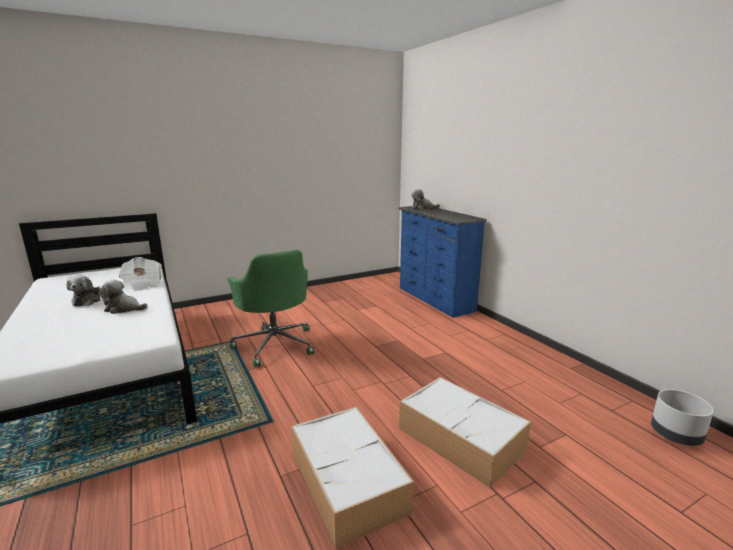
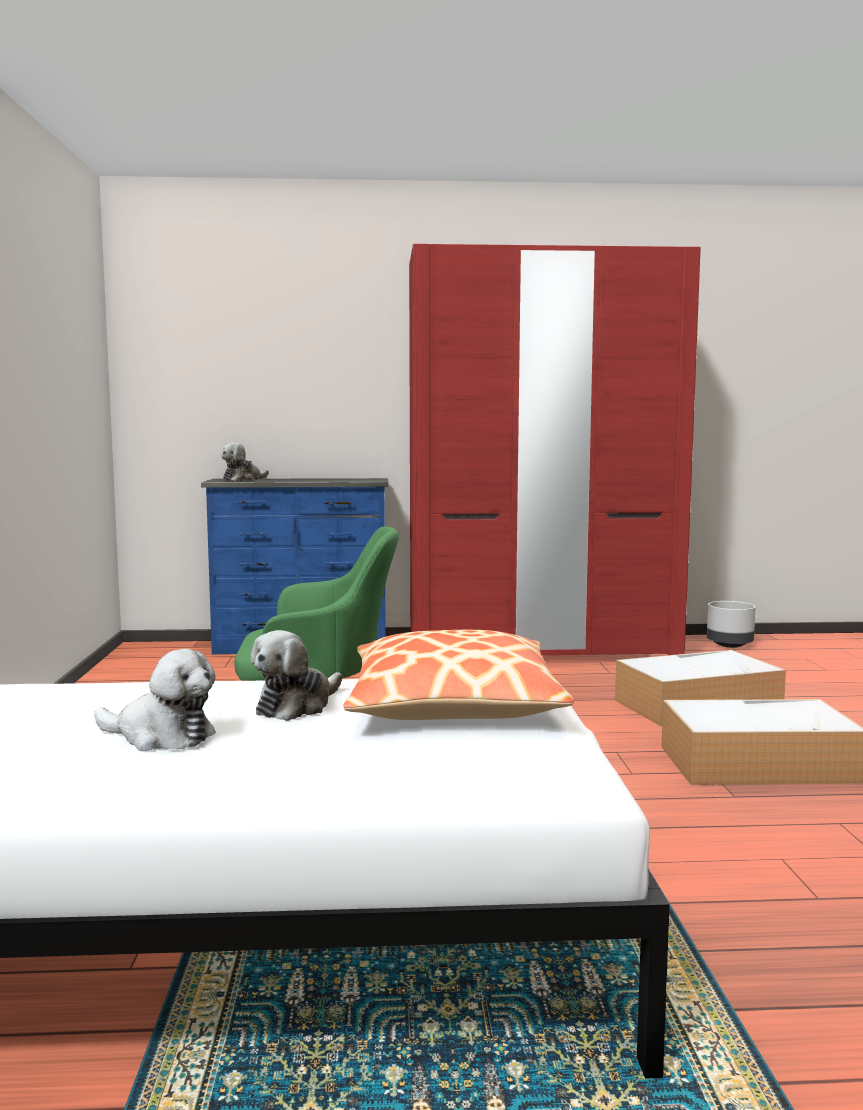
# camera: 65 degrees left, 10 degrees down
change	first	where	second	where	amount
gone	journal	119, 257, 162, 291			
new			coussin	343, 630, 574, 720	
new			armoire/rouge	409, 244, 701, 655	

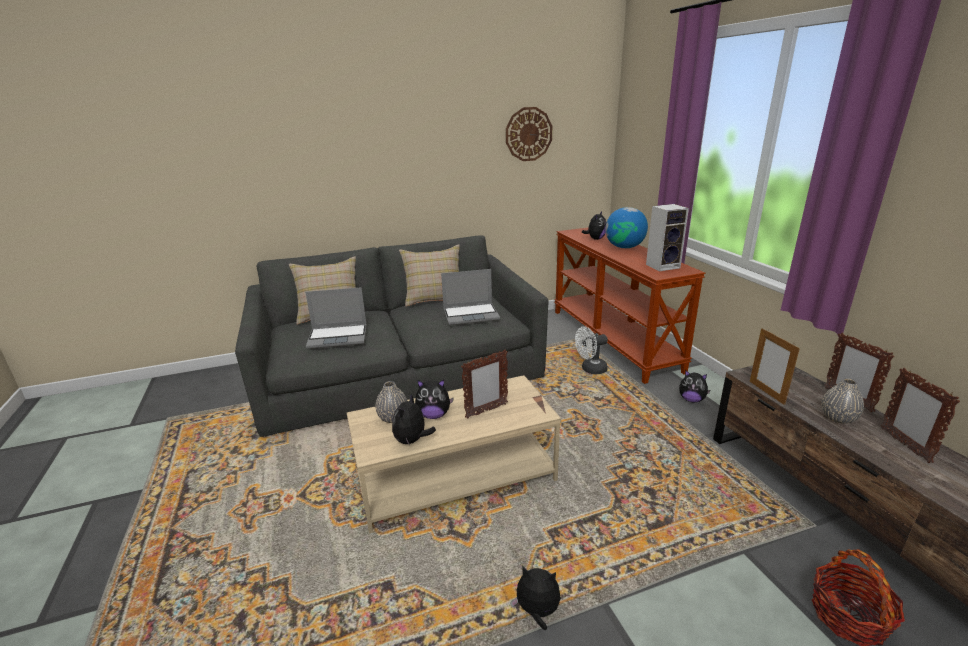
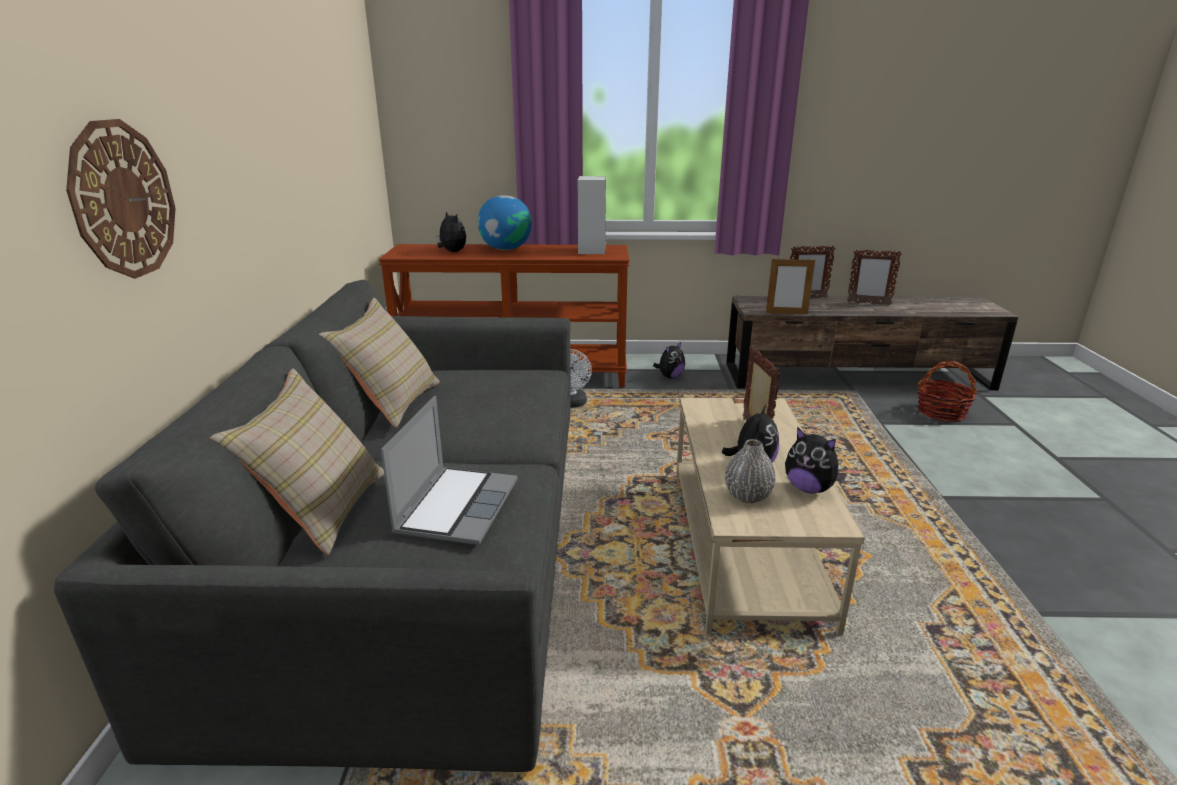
# camera: 70 degrees left, 0 degrees up
change	first	where	second	where	amount
gone	ordinateur portable	441, 269, 500, 325			
gone	peluche	511, 567, 561, 630			
gone	vase/gris	821, 378, 864, 424			
shifted	horloge murale	506, 107, 552, 161		66, 119, 176, 278	

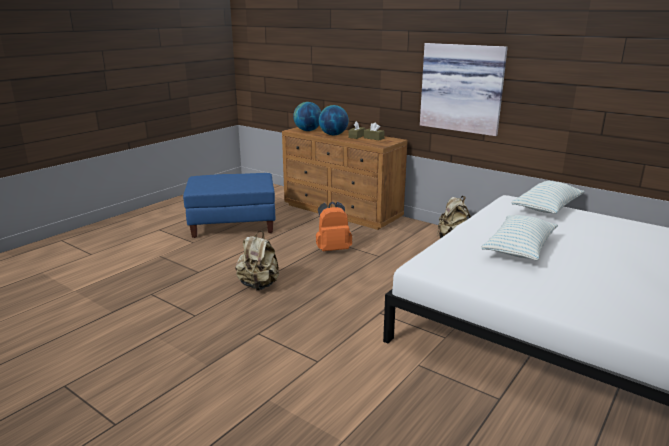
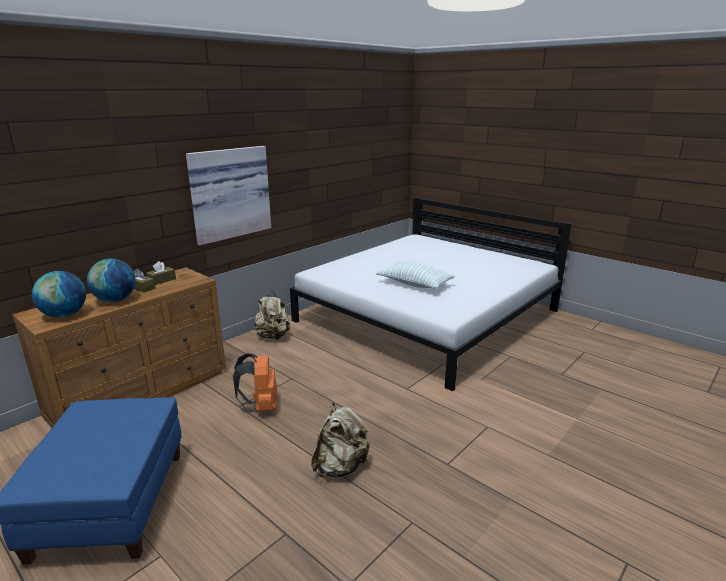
# camera: 85 degrees left, 0 degrees up
change	first	where	second	where	amount
gone	coussin	512, 181, 585, 214			

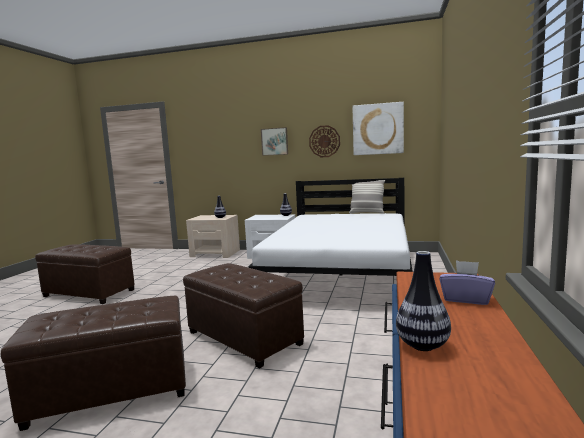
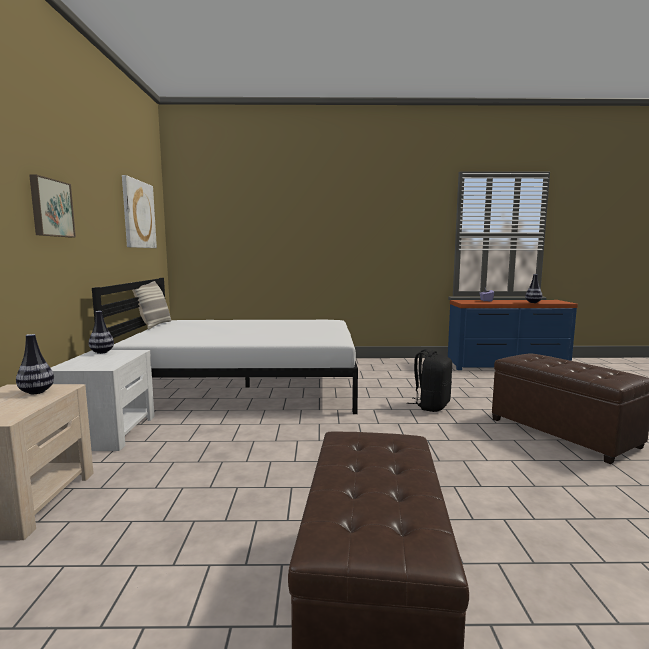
# camera: 105 degrees left, 0 degrees up
change	first	where	second	where	amount
gone	horloge murale	309, 125, 340, 157			
swapped	pouf/marron	183, 263, 304, 369	sac à dos/noir	407, 349, 452, 412	

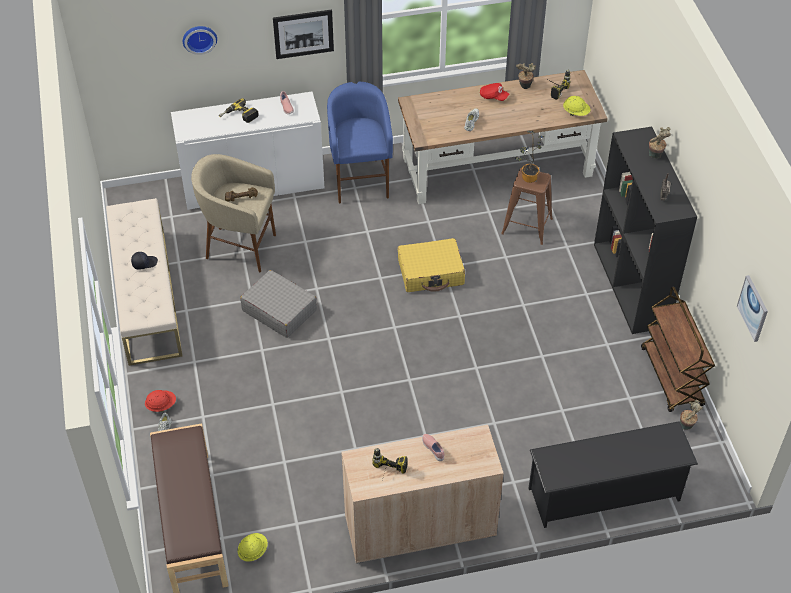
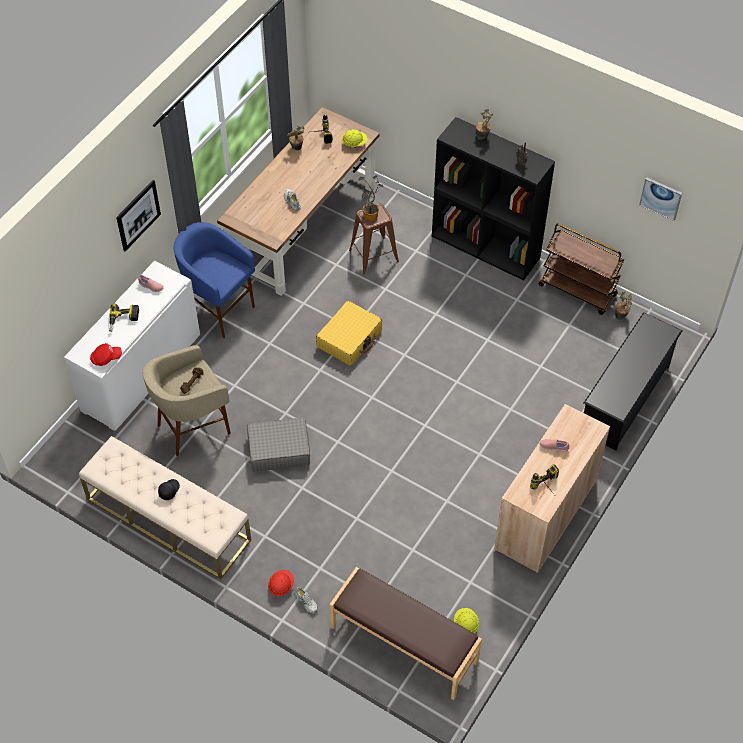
# camera: 45 degrees left, 5 degrees up
change	first	where	second	where	amount
gone	horloge murale	183, 26, 217, 55			
shifted	casquette/rouge	480, 83, 509, 101		90, 343, 122, 366	

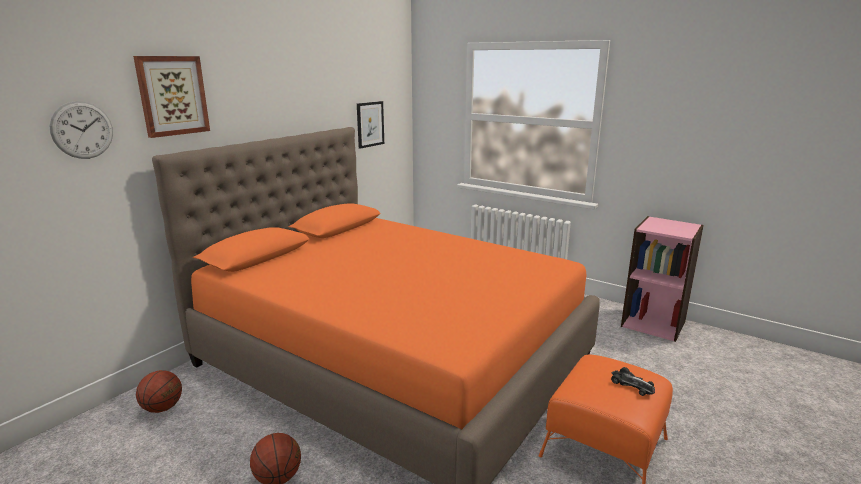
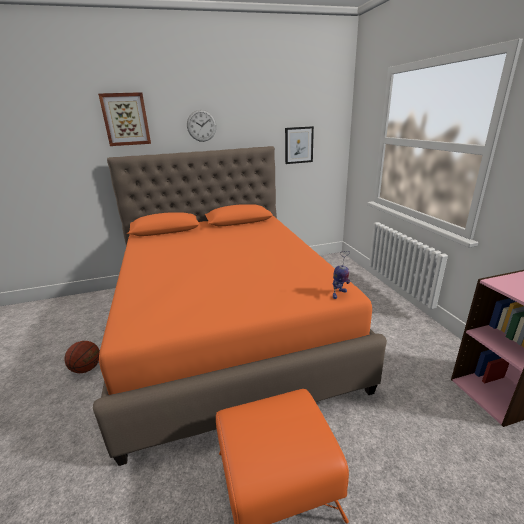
# camera: 40 degrees right, 5 degrees up
change	first	where	second	where	amount
gone	ballon de basket	136, 370, 182, 413			
gone	petite voiture	611, 367, 655, 396			
new			robot jouet	333, 251, 350, 299	
shifted	horloge murale	49, 101, 113, 159		187, 110, 217, 142	

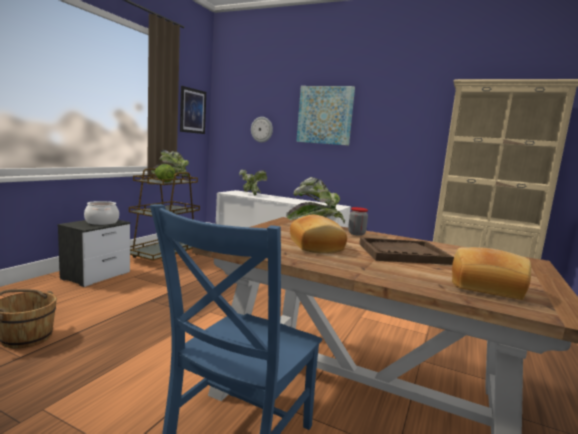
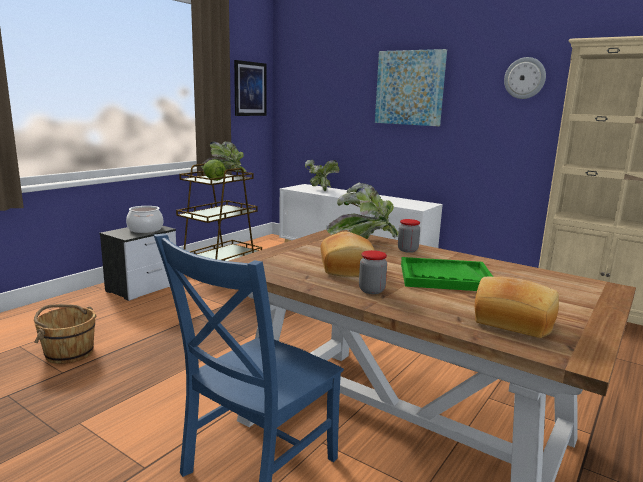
# camera: 10 degrees right, 5 degrees up
change	first	where	second	where	amount
new			bocal	359, 250, 387, 294	
shifted	horloge murale	251, 117, 273, 143		504, 57, 546, 99	
repainted	plateau/marron	359, 237, 454, 265	plateau/vert	401, 257, 493, 291	

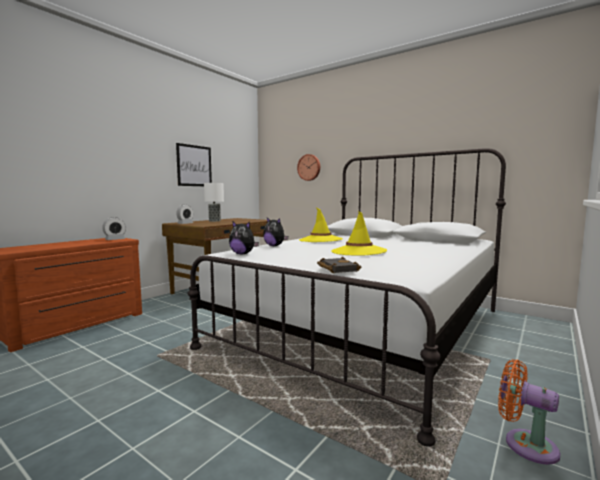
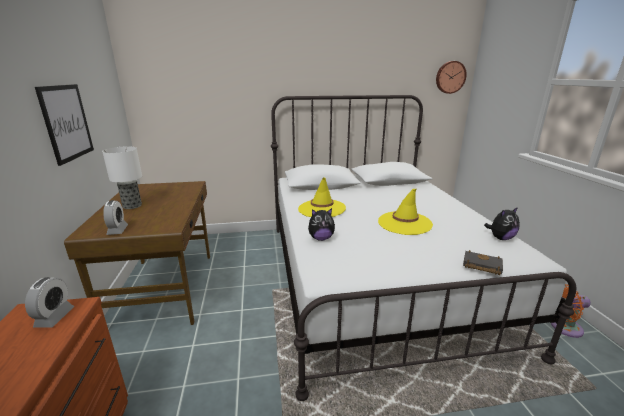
# camera: 45 degrees left, 15 degrees up
change	first	where	second	where	amount
shifted	peluche	229, 221, 259, 255		484, 207, 520, 240	
shifted	horloge murale	297, 154, 320, 181		436, 61, 467, 94	

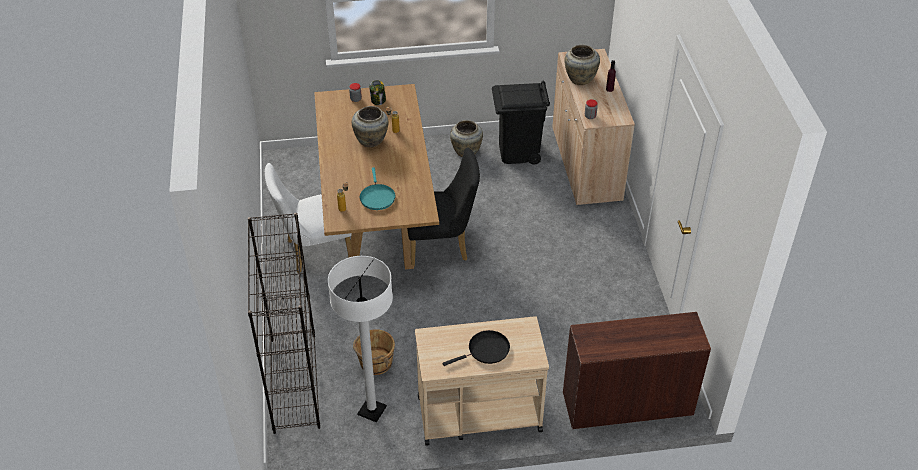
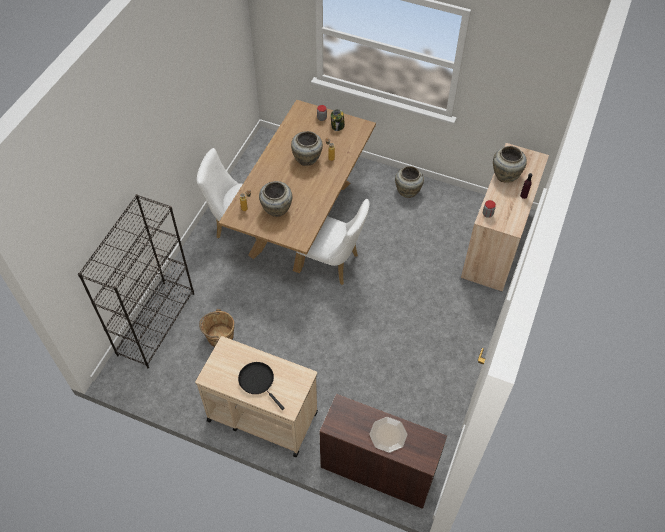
# camera: 30 degrees right, 10 degrees up
change	first	where	second	where	amount
gone	lampadaire/blanc	328, 256, 393, 423			
gone	poubelle/noir	492, 81, 550, 165			
new			assiette	369, 417, 407, 453	
swapped	poêle/turquoise	360, 167, 396, 210	vase/beige	259, 181, 293, 217	
repainted	chaise/noir	407, 147, 480, 267	chaise/blanc	296, 199, 370, 285	
rotated	poêle/noir	443, 330, 510, 366		238, 362, 285, 410	135 degrees counterclockwise

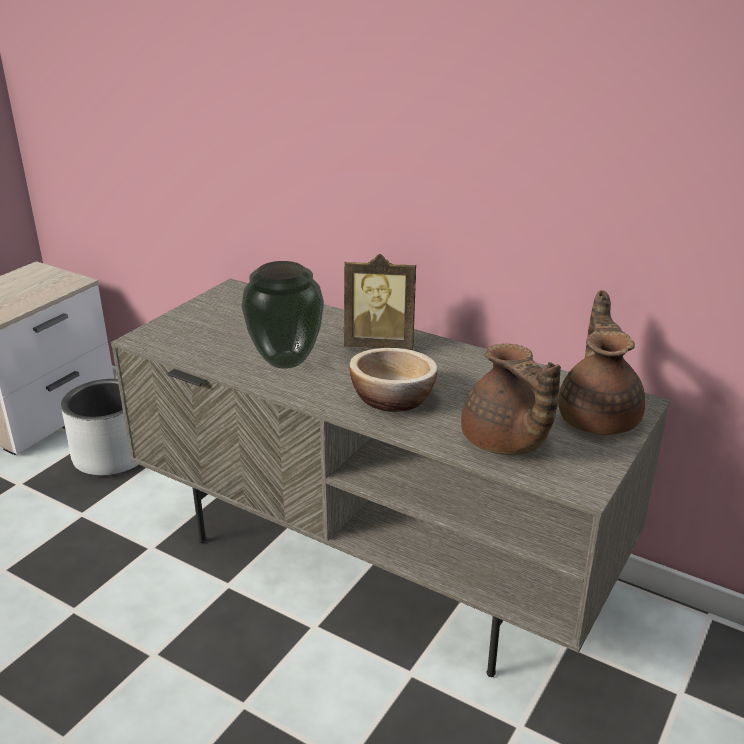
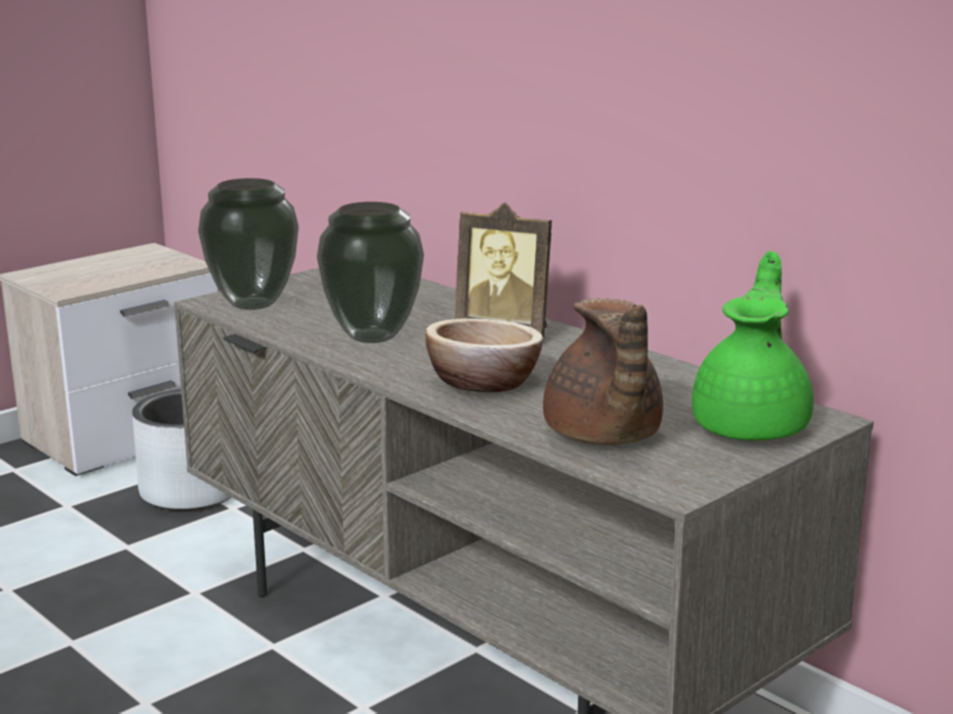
# camera: 15 degrees right, 10 degrees down
change	first	where	second	where	amount
new			vase	198, 178, 299, 310	
repainted	théière/marron	558, 290, 645, 435	théière/vert	692, 251, 814, 441	

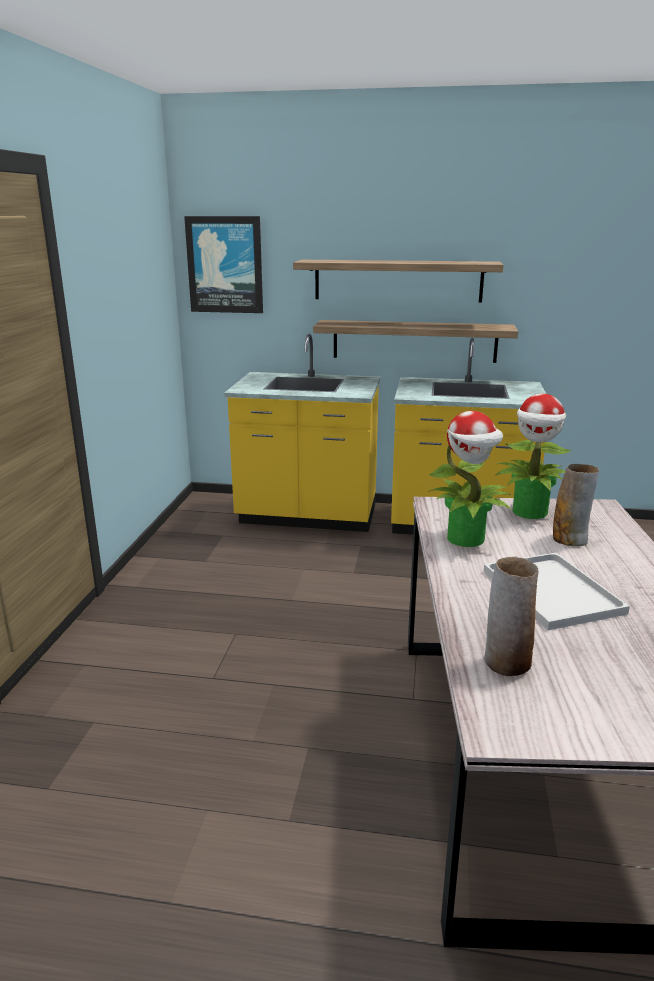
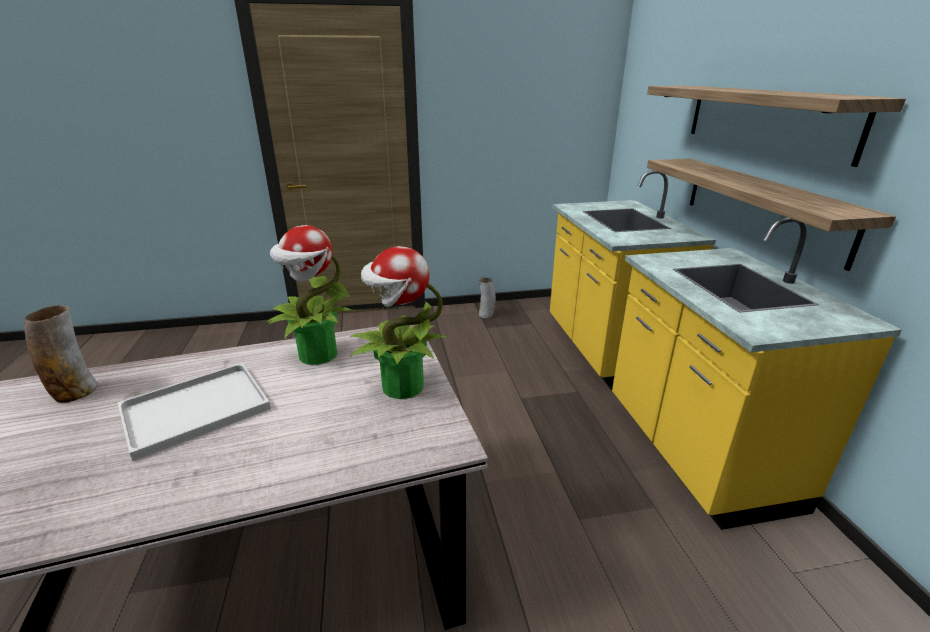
# camera: 70 degrees right, 5 degrees up
change	first	where	second	where	amount
gone	tableau	184, 216, 263, 313			
shifted	vase	553, 464, 599, 547		478, 277, 496, 318	

